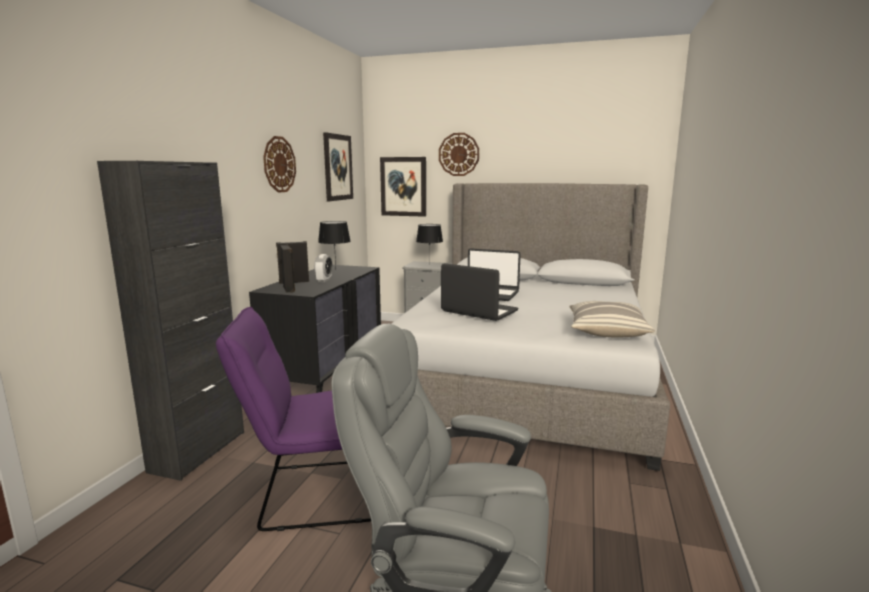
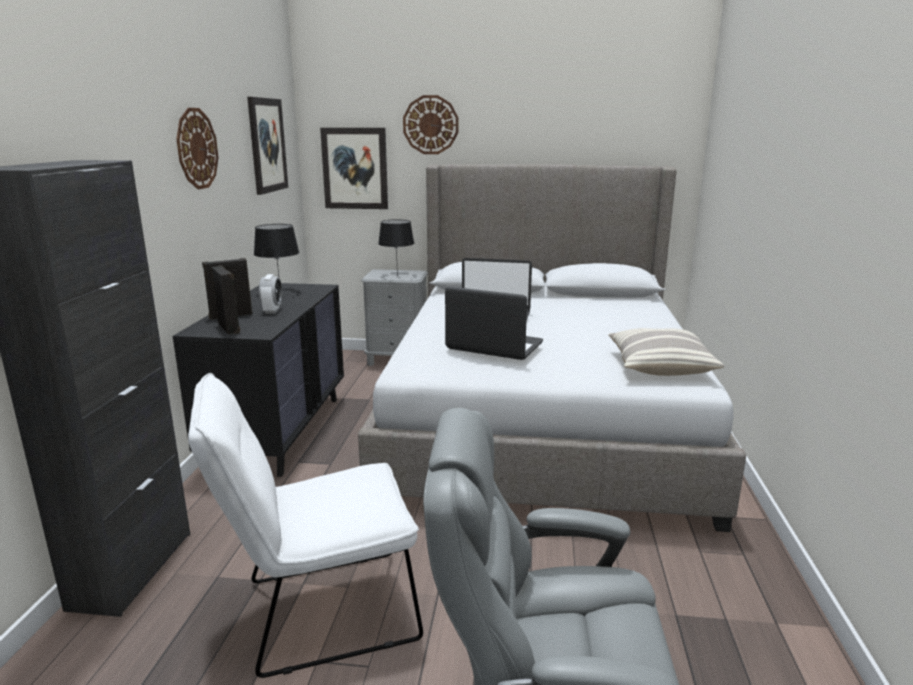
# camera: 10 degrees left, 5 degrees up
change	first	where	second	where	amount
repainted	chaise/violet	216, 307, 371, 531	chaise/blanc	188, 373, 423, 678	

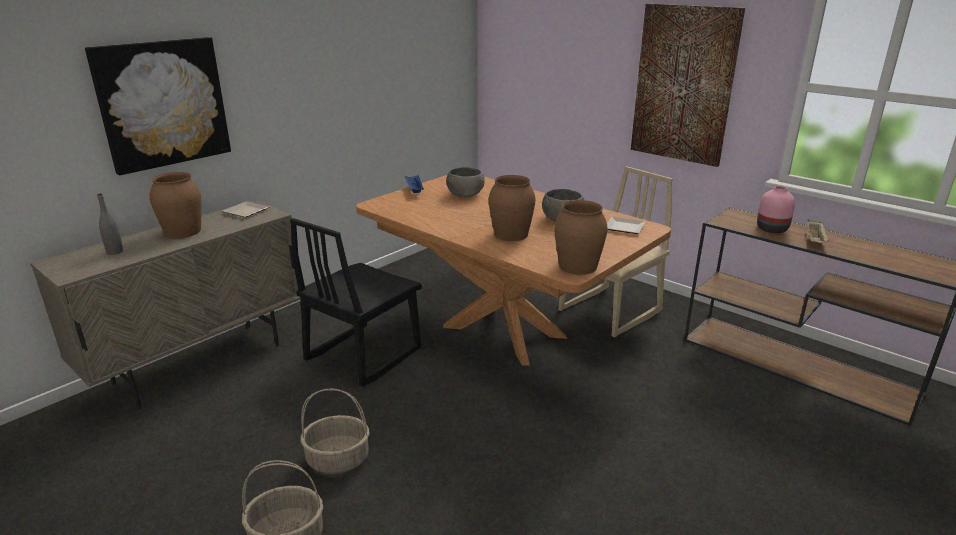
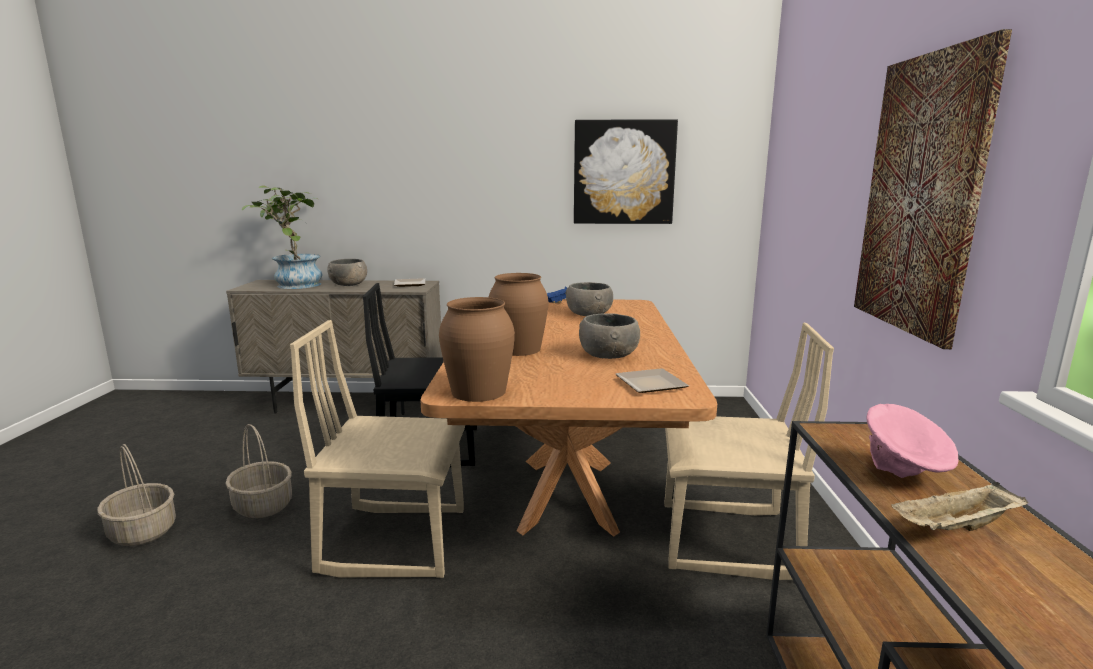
# camera: 50 degrees right, 10 degrees down
change	first	where	second	where	amount
new			chaise/beige	290, 320, 465, 578	
shifted	tableau	85, 37, 231, 175		574, 119, 678, 224	
swapped	bouteille/gris	97, 193, 123, 255	plante en pot	242, 185, 322, 289	
swapped	vase/marron	149, 172, 201, 238	bol/gris	327, 259, 367, 286	
swapped	vase/rose	757, 186, 795, 233	bol/rose	866, 404, 959, 478	

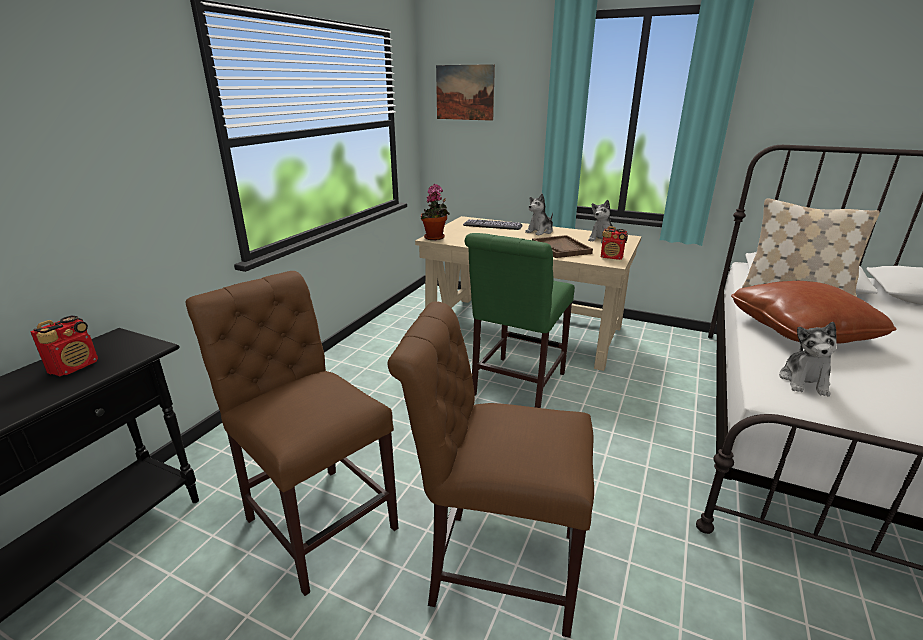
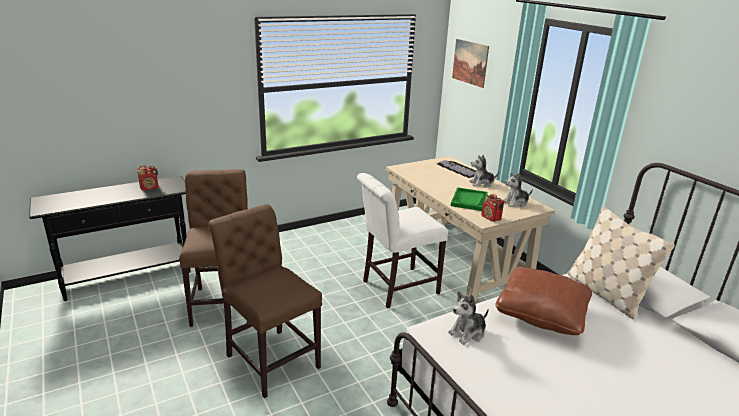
# camera: 35 degrees right, 0 degrees up
change	first	where	second	where	amount
gone	plante en pot	421, 184, 450, 240			
repainted	chaise/vert	465, 233, 575, 408	chaise/blanc	357, 173, 448, 308	
repainted	plateau/marron	532, 235, 593, 258	plateau/vert	451, 187, 488, 211	

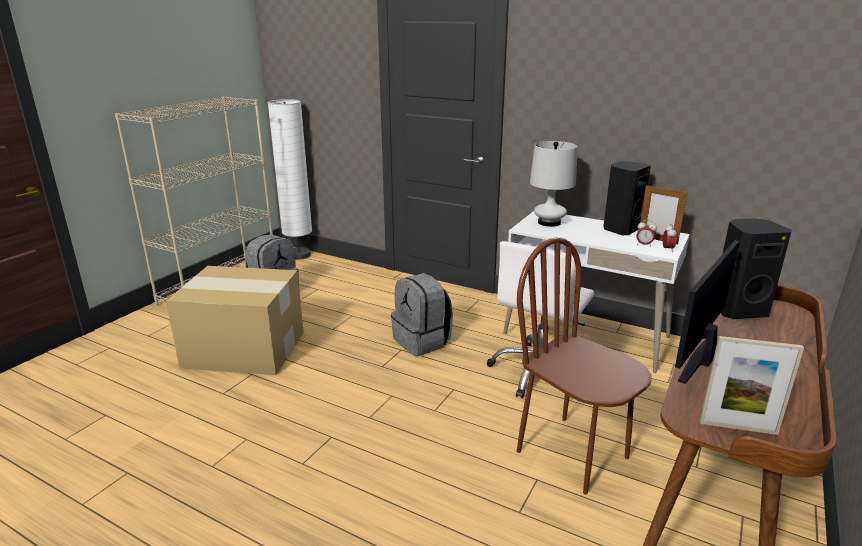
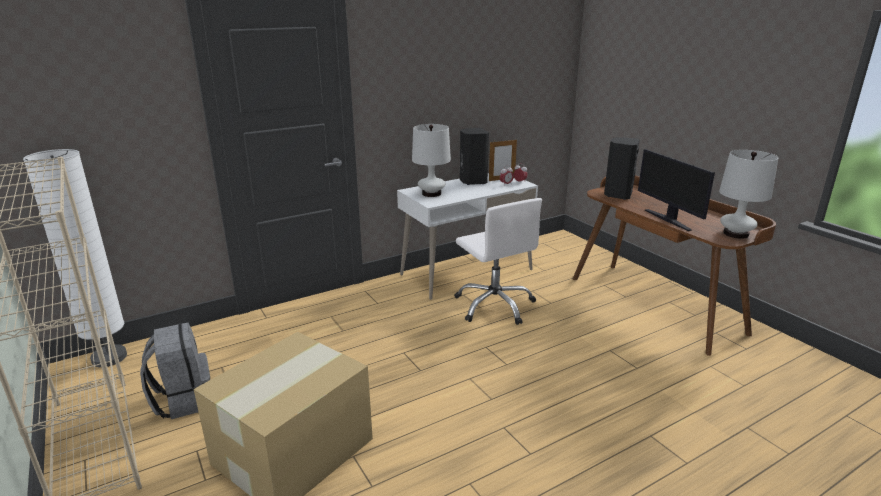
# camera: 60 degrees left, 0 degrees up
change	first	where	second	where	amount
gone	sac à dos/gris	391, 273, 453, 356			
gone	chaise/marron	517, 237, 652, 495			
swapped	cadre photo	700, 336, 804, 435	lampe de table/blanc	719, 150, 778, 239	

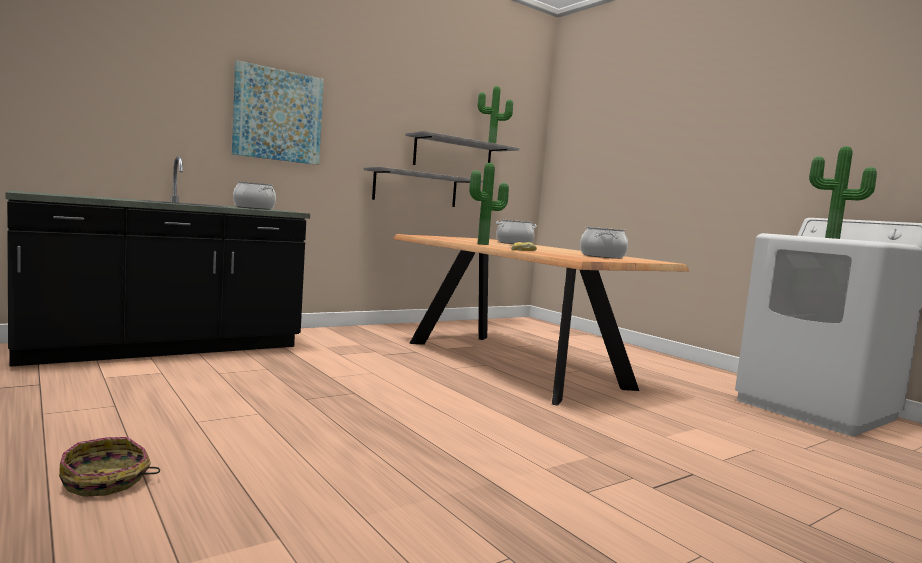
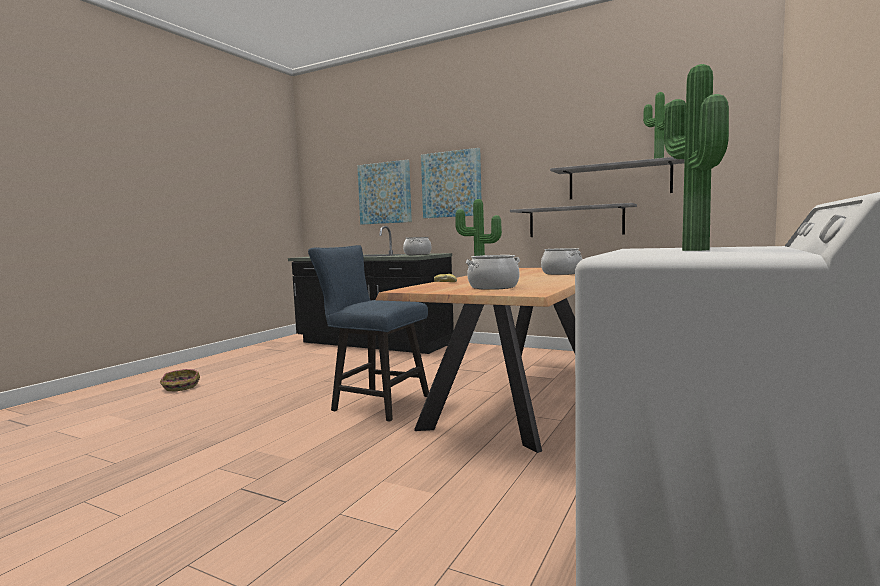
# camera: 65 degrees right, 0 degrees up
change	first	where	second	where	amount
new			chaise/bleu	308, 245, 429, 422	
new			tableau	357, 160, 412, 225	

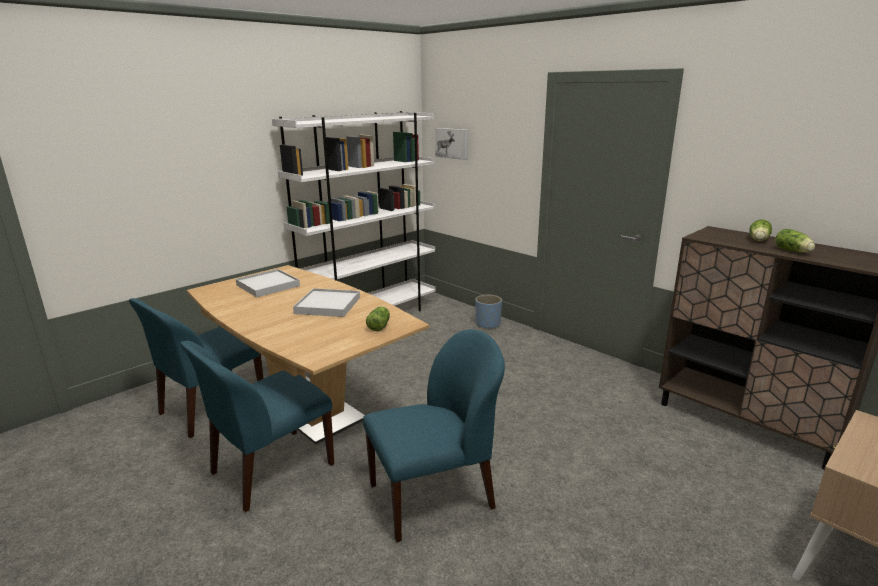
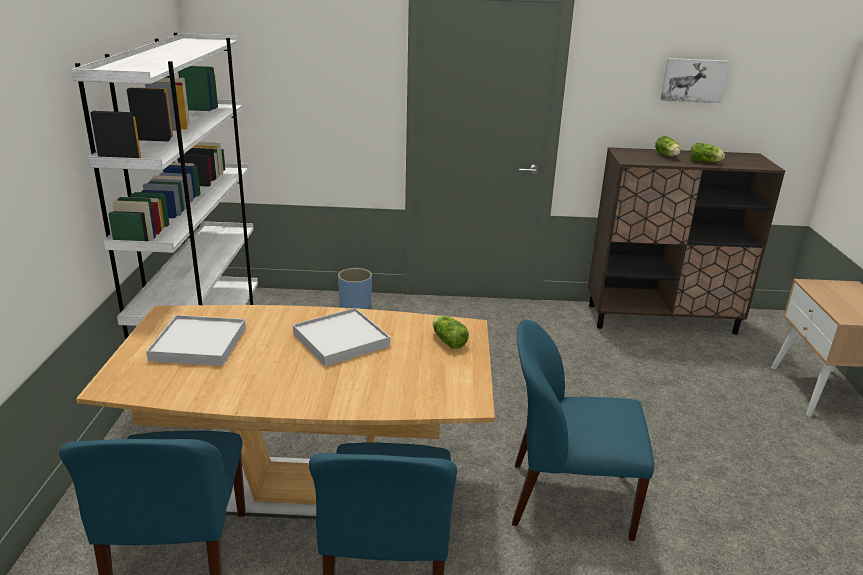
# camera: 45 degrees left, 5 degrees up
change	first	where	second	where	amount
shifted	tableau	435, 128, 468, 160		660, 58, 730, 103	
rotated	chaise/bleu	363, 329, 505, 542		512, 320, 654, 541	105 degrees counterclockwise

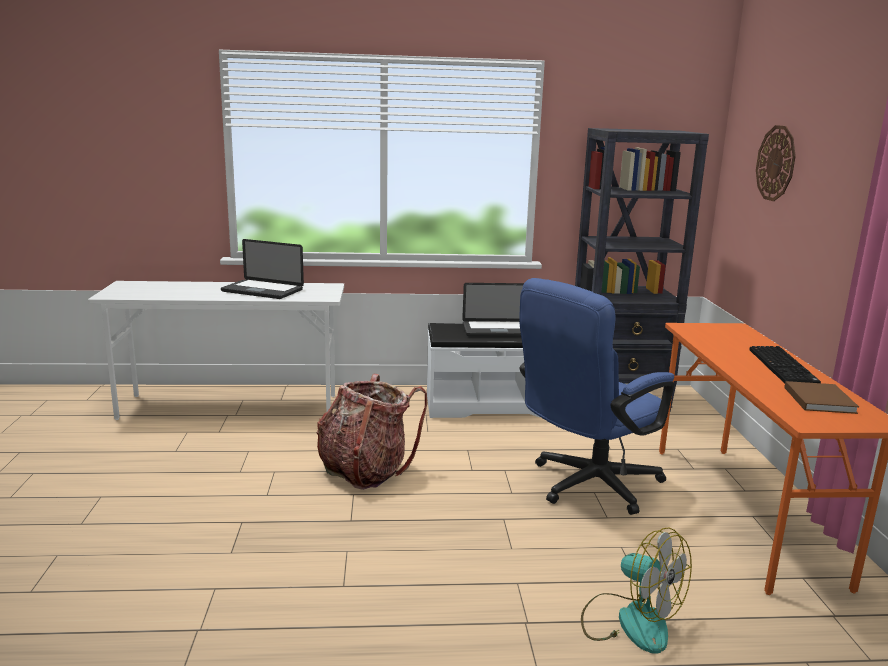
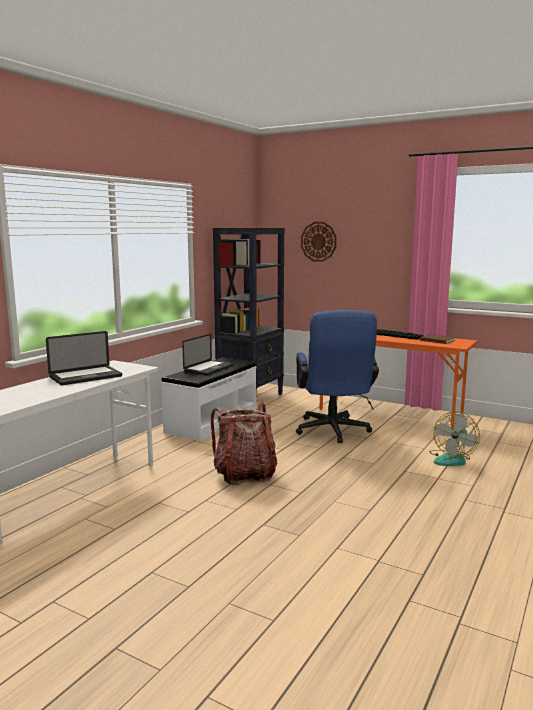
# camera: 55 degrees left, 5 degrees down
change	first	where	second	where	amount
rotated	ventilateur	581, 527, 692, 654		429, 412, 480, 466	135 degrees clockwise

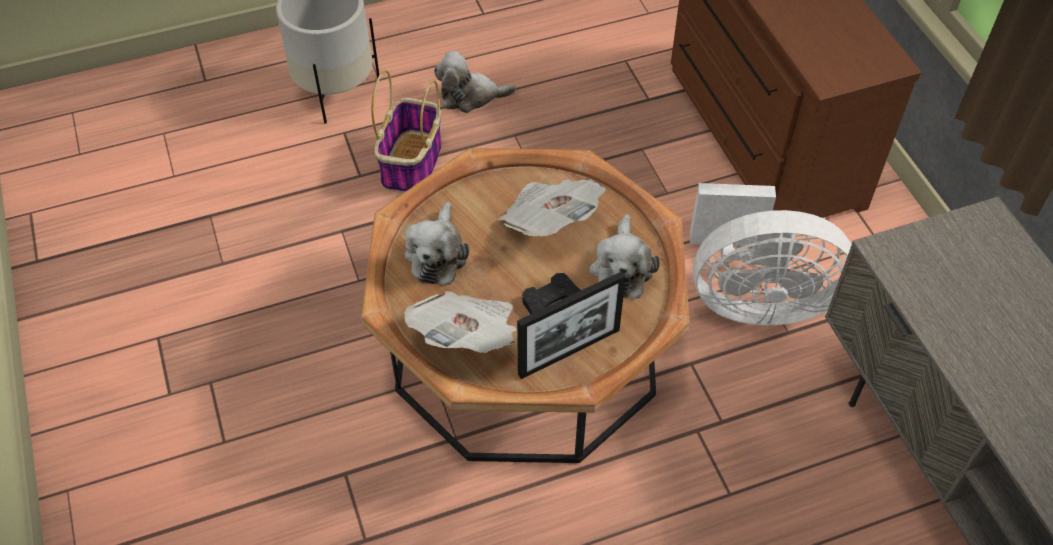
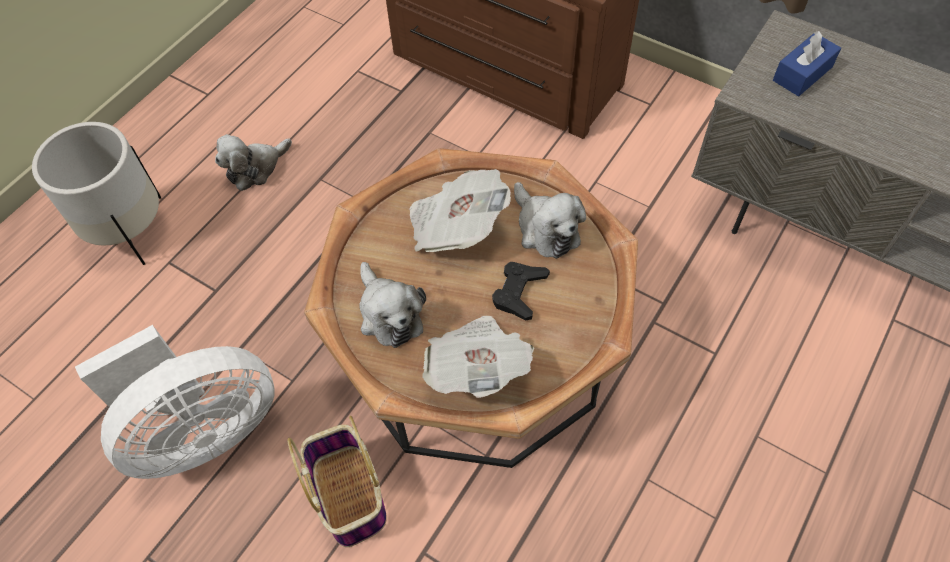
# camera: 35 degrees left, 5 degrees up
change	first	where	second	where	amount
gone	cadre photo	517, 271, 626, 379			
new			boîte à mouchoirs/bleu	773, 31, 841, 96	
shifted	panier	371, 70, 442, 193		287, 416, 387, 547	
shifted	ventilateur/blanc	690, 183, 852, 325		75, 325, 275, 479	

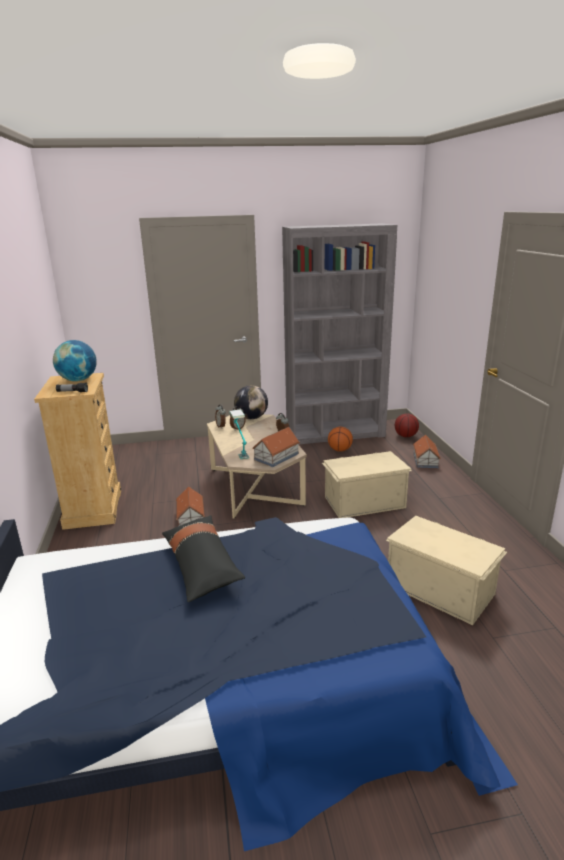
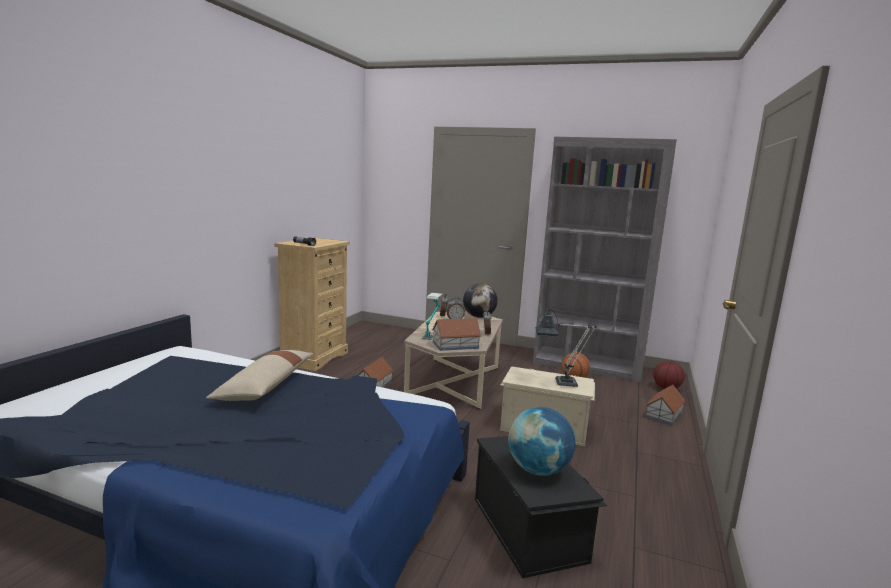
# camera: 30 degrees right, 10 degrees down
change	first	where	second	where	amount
new			lampe de table	535, 309, 596, 387	
shifted	globe	53, 340, 97, 381		508, 407, 575, 476	
repainted	coussin/noir	162, 515, 245, 602	coussin/beige	206, 350, 314, 401	
repainted	boîte de rangement/beige	386, 516, 507, 625	boîte de rangement/noir	475, 436, 607, 579	

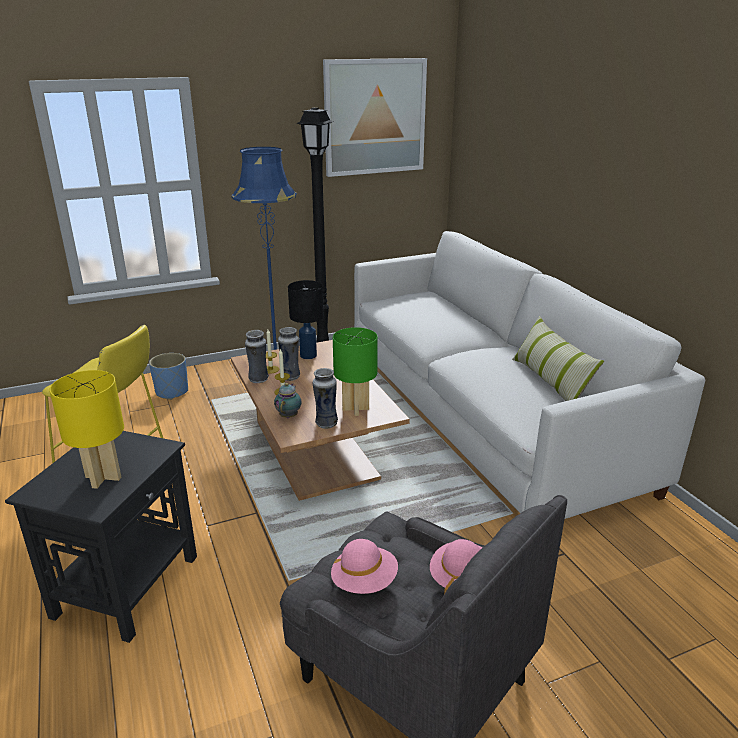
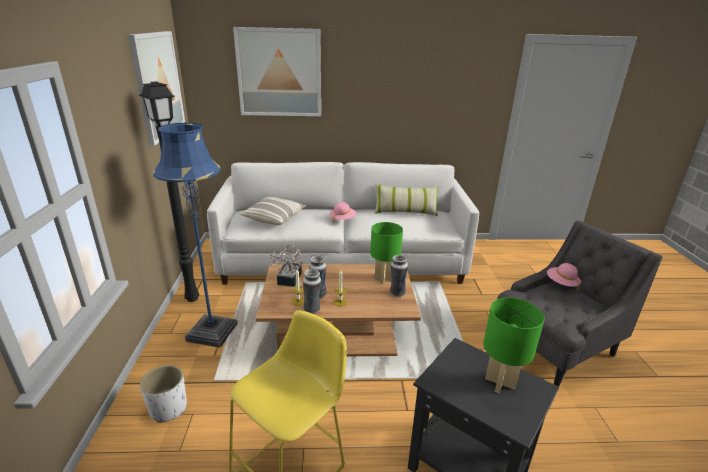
# camera: 70 degrees left, 0 degrees up
change	first	where	second	where	amount
gone	théière	274, 383, 301, 418			
new			tableau	233, 27, 321, 116	
new			coussin	240, 197, 306, 225	
shifted	chapeau/rose	331, 539, 398, 594		329, 202, 356, 224	
swapped	lampe de table/noir	288, 280, 324, 359	plante en pot	269, 245, 303, 287	
repainted	lampe de table/jaune	49, 370, 124, 489	lampe de table/vert	483, 298, 544, 393	
repainted	cache-pot/bleu	149, 353, 188, 400	cache-pot/blanc	140, 365, 187, 423	

